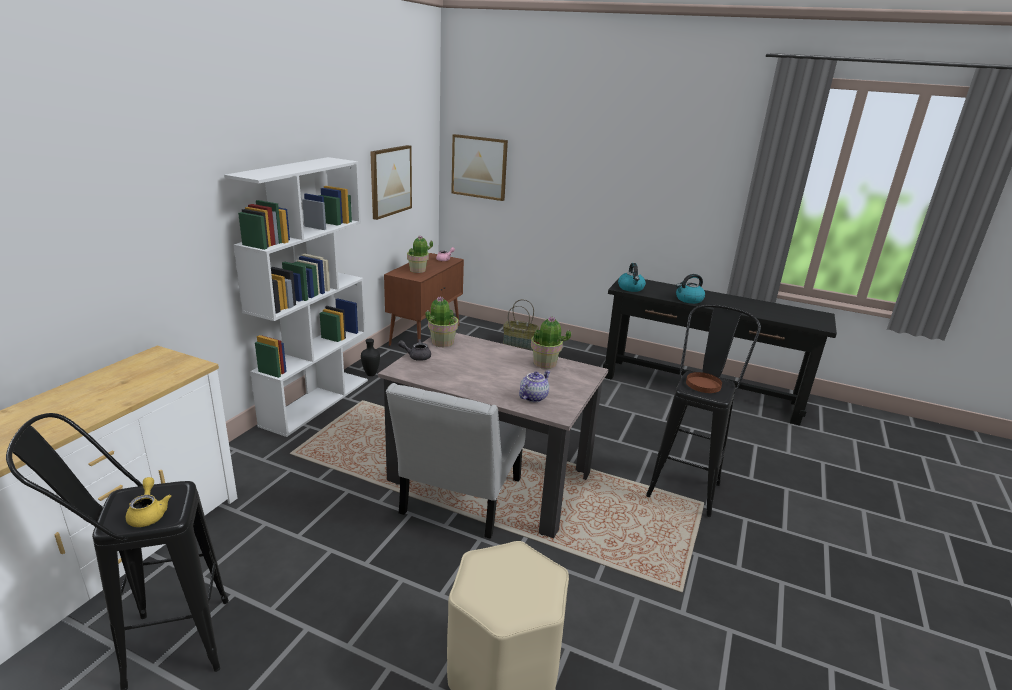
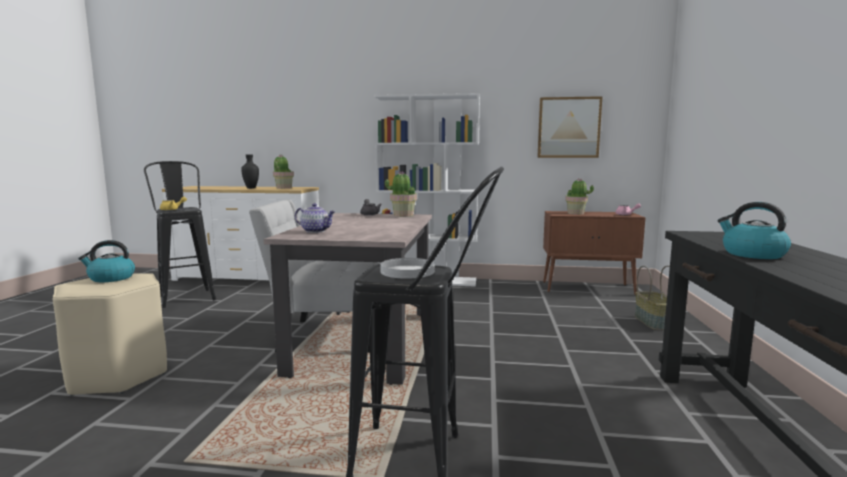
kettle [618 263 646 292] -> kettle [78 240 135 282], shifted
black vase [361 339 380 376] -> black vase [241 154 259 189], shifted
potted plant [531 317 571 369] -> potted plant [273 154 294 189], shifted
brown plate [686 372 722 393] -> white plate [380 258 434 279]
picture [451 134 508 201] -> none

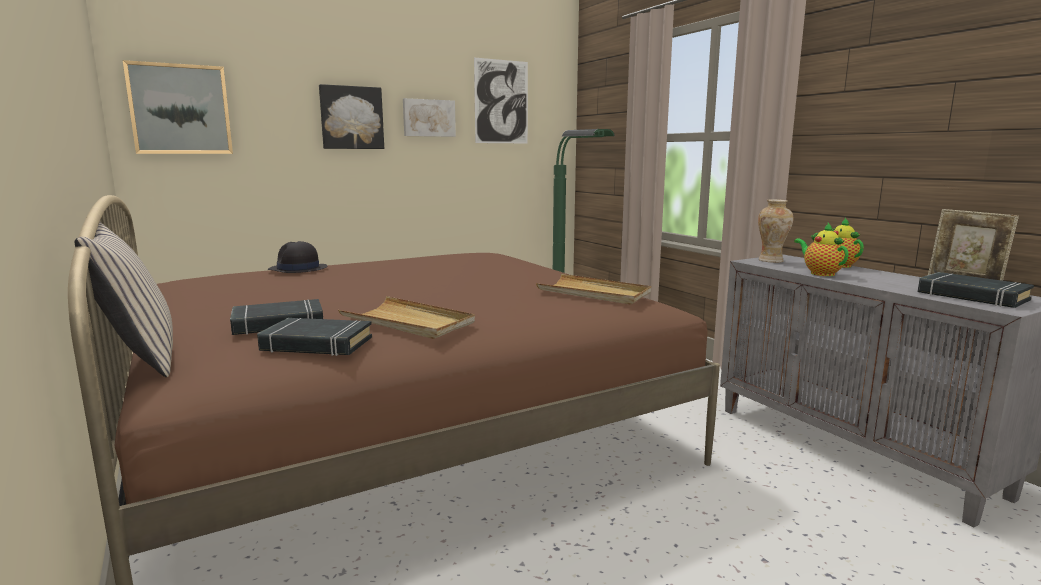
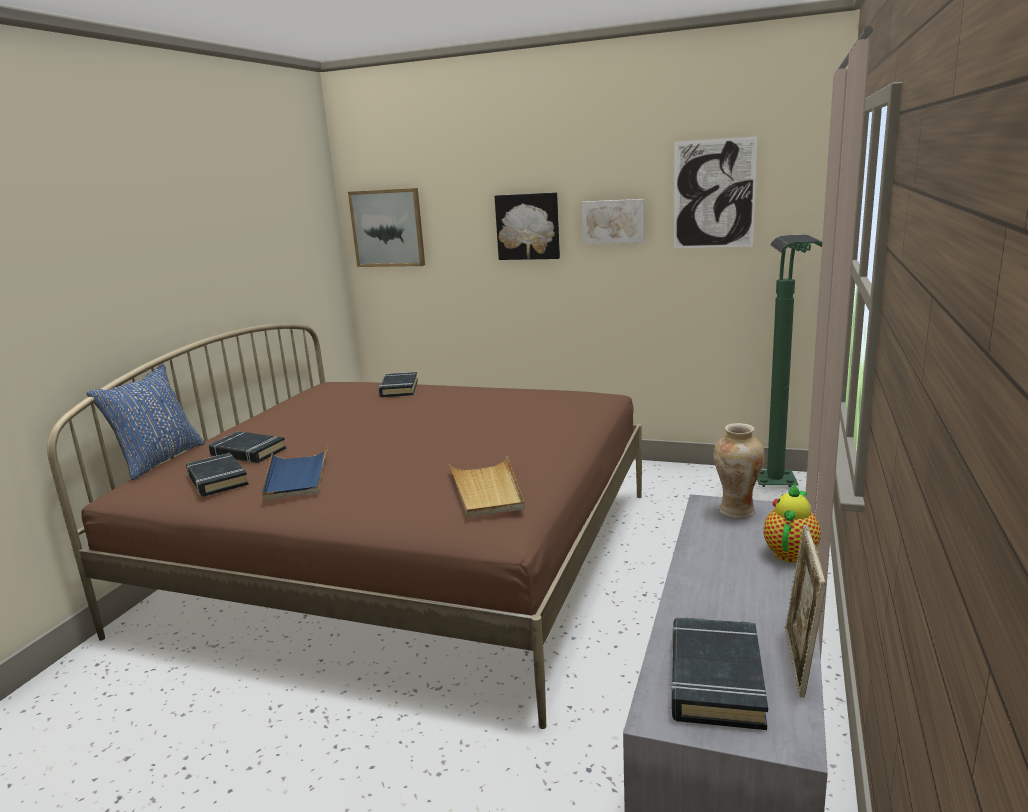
beige pillow [75 222 173 377] -> blue pillow [86 364 205 480]
beige tray [338 296 475 339] -> blue tray [262 446 328 500]
black hat [268 241 327 273] -> black book [379 372 418 397]
teapot [794 223 849 276] -> none

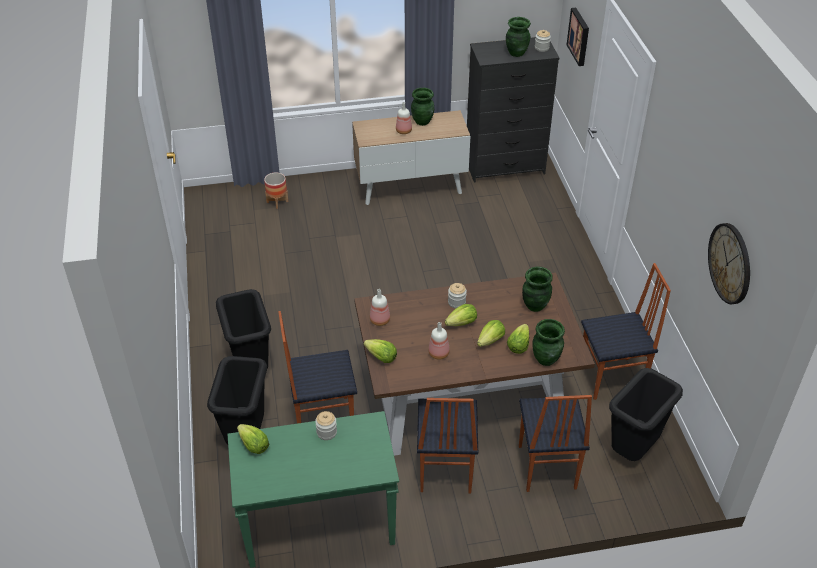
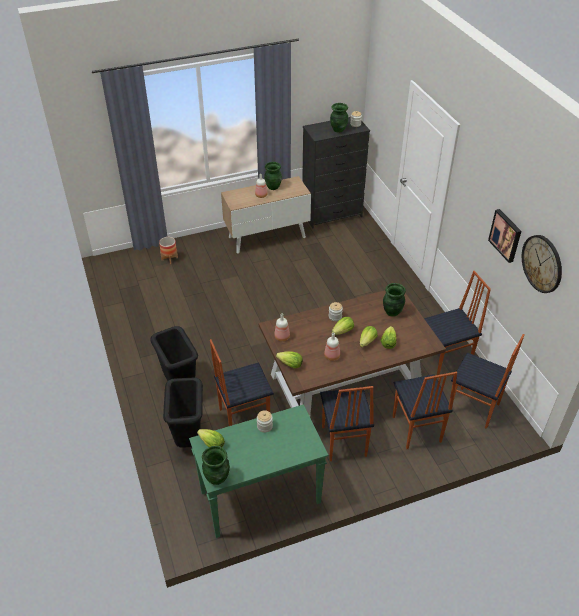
green vase [532 319 565 366] -> green vase [202 446 230 485], shifted
black trash can [609 368 683 461] -> chair [451 334 524 429]
picture [567 8 589 66] -> picture [488 209 521 263], shifted

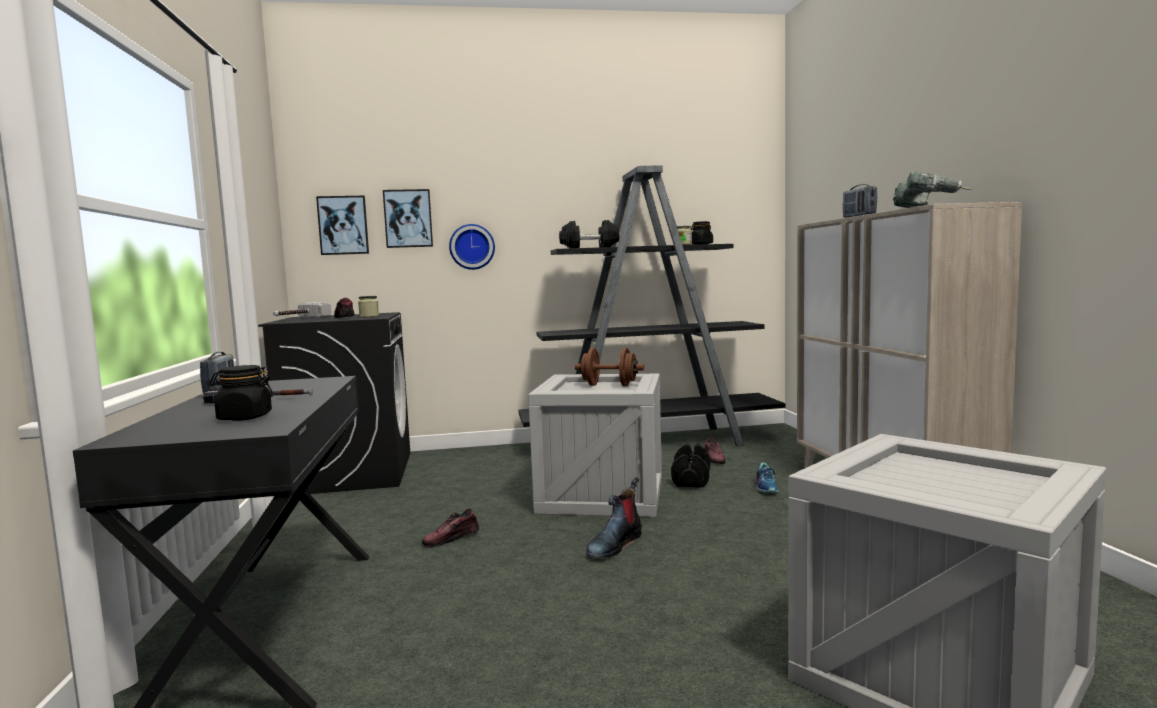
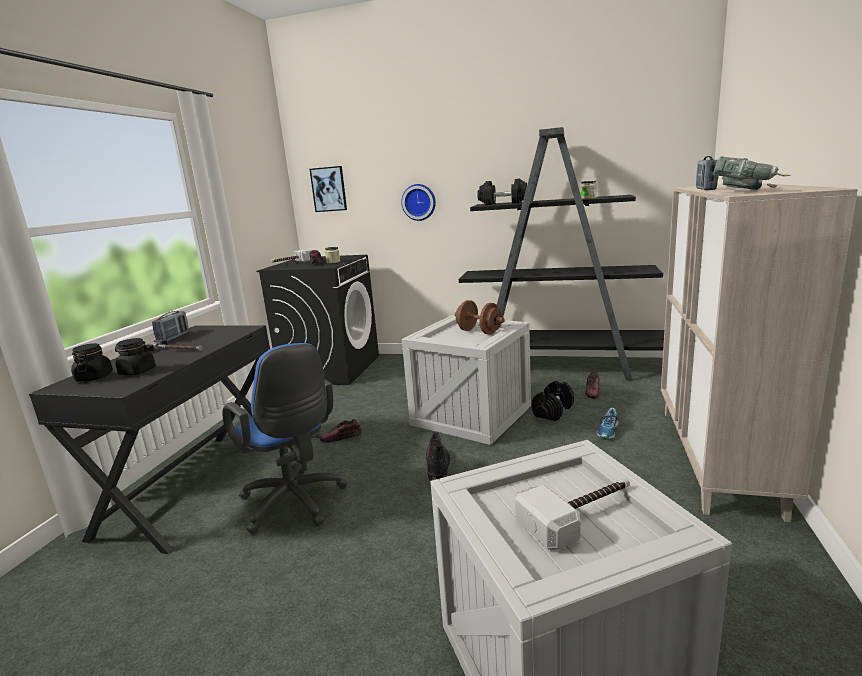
black jar [691 221 713 245] -> black jar [71 343 113 382], shifted
none -> blue office chair [222 343 347 534]
boot [586 477 642 558] -> boot [426 431 450 481], 120 degrees clockwise
none -> hammer [515 479 630 550]
picture [383 189 433 248] -> none

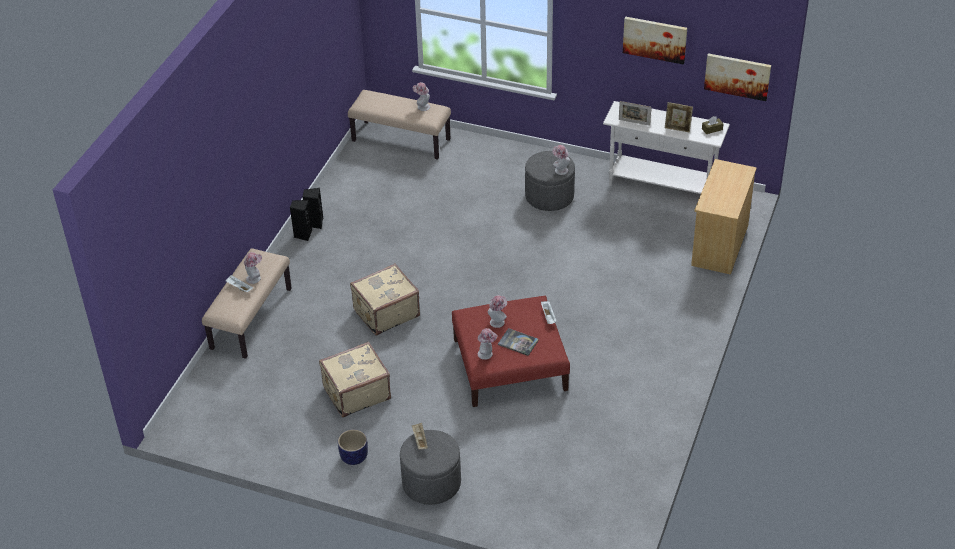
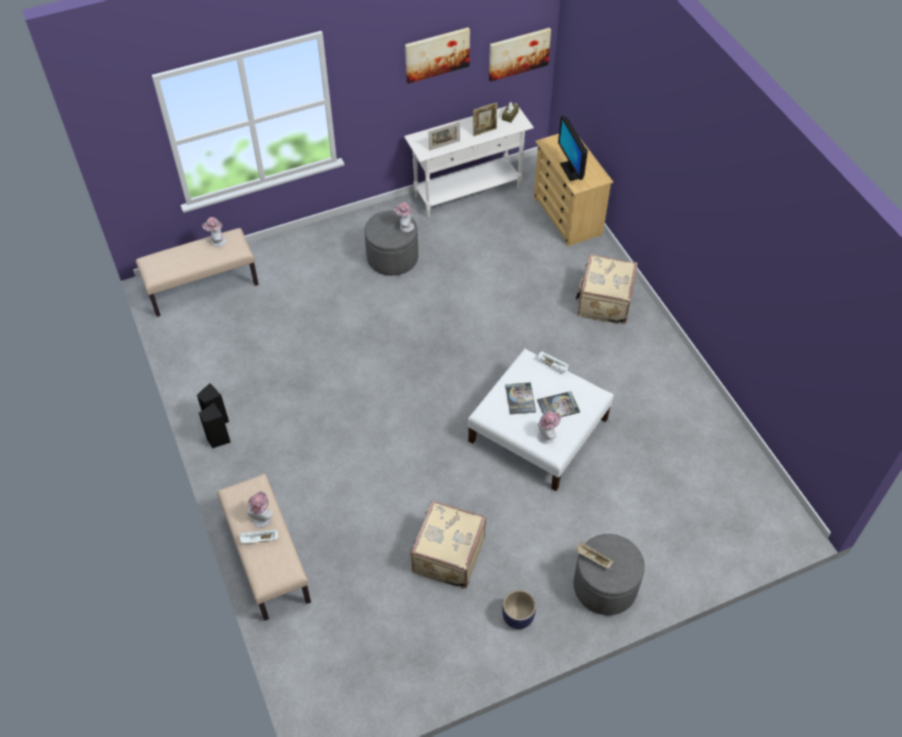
red ottoman [452 296 570 407] -> white ottoman [468 348 614 491]
hat [488 295 507 328] -> book [505 382 536 415]
none -> monitor [558 116 588 181]
beige suitcase [350 264 420 336] -> beige suitcase [576 254 638 324], shifted

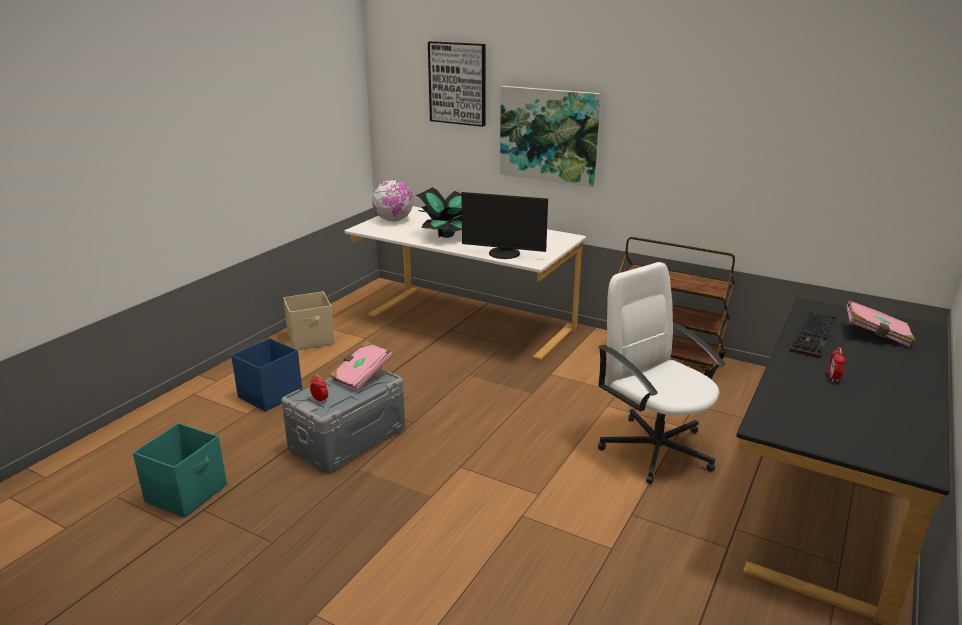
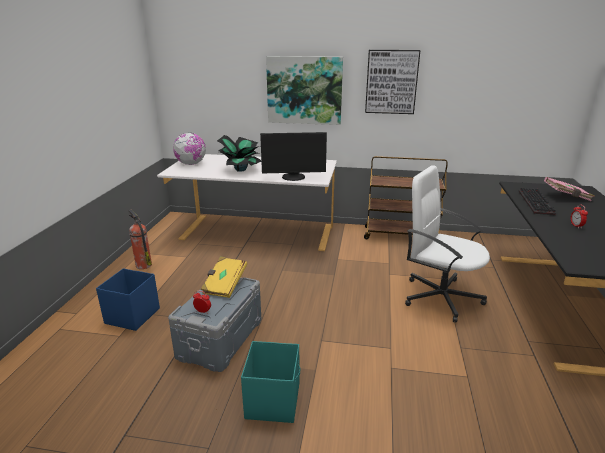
beige storage box [283 291 335 350] -> fire extinguisher [128 209 152 269]
pink book [329 341 393 391] -> yellow book [200 256 247 298]
turquoise storage box [133 423 227 518] -> turquoise storage box [241 341 301 423], shifted
picture [428 41 486 127] -> picture [365 50 421 114], shifted

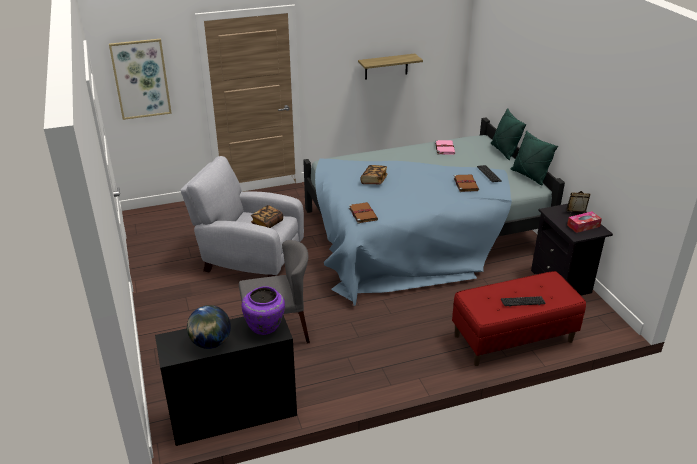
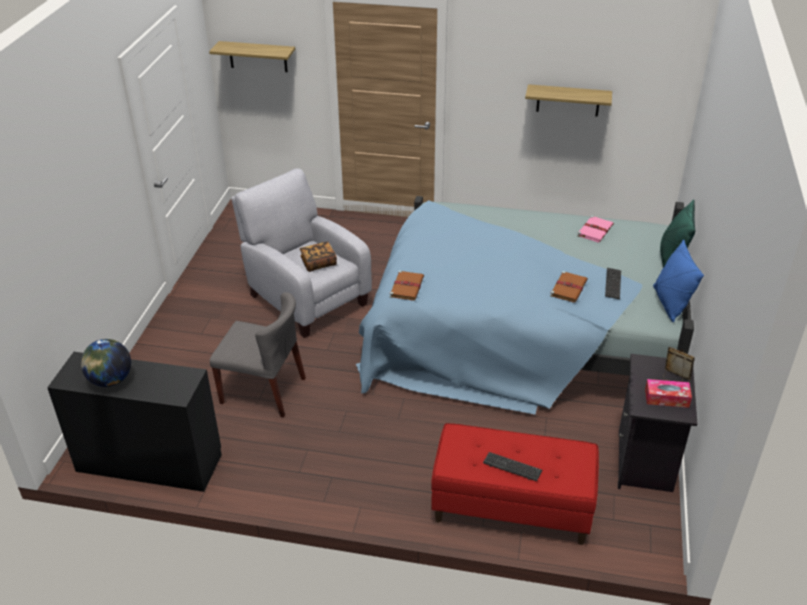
picture [109 39 172 120] -> shelf [209 41 295 72]
green pillow [511 130 558 185] -> blue pillow [653 240 704 322]
purple vase [242 286 285 335] -> none
book [361 165 388 184] -> none

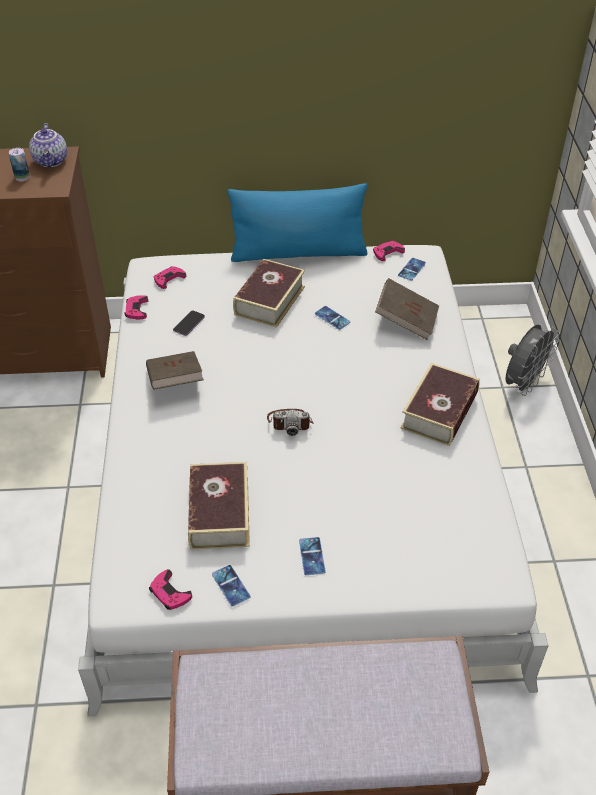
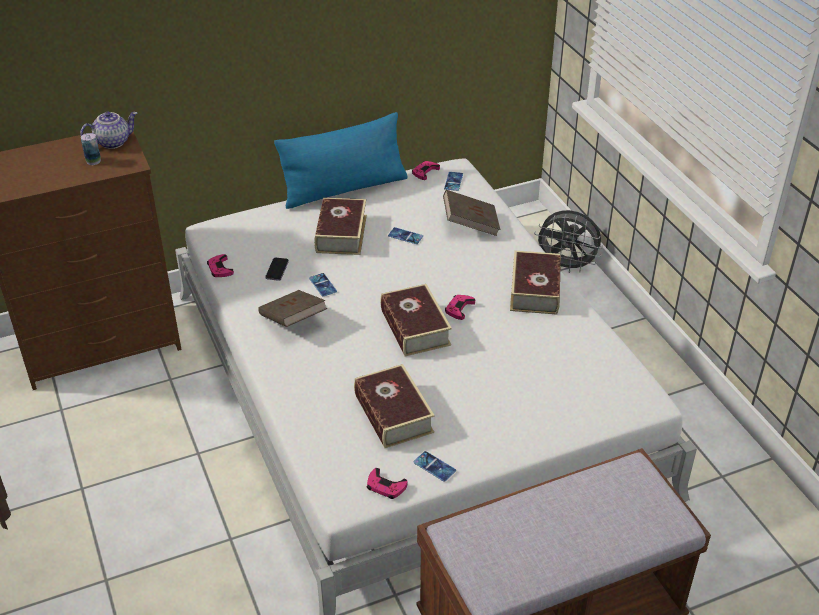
teapot [29 123 67 167] -> teapot [80 111 137 149], 90 degrees counterclockwise
phone [299 537 326 575] -> phone [309 273 337 297], shifted
photo camera [267 409 313 436] -> book [380 284 452 356]
pink game controller [154 266 186 289] -> pink game controller [445 295 475 320], shifted
grey fan [506 324 560 396] -> grey fan [534 210 603 273], 90 degrees clockwise

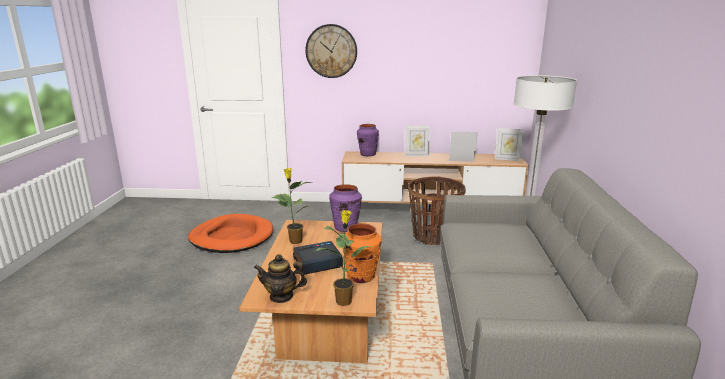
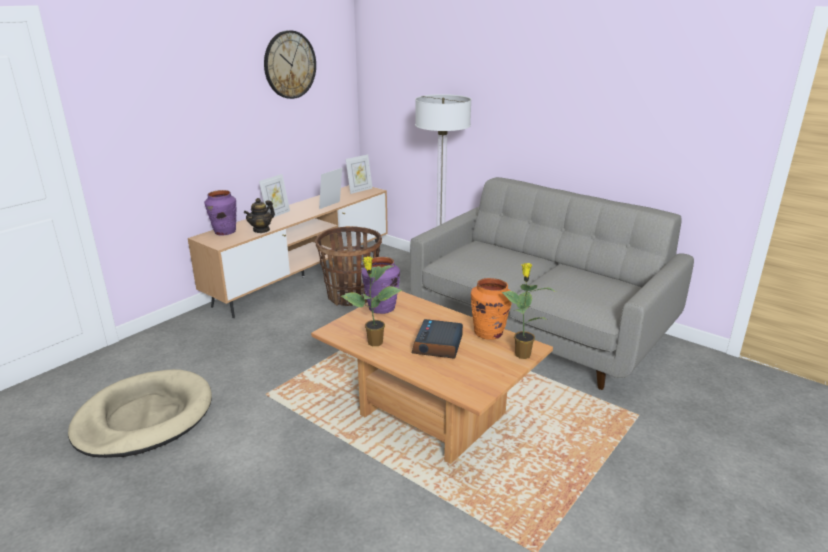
orange dog bed [188 214 273 253] -> beige dog bed [68 369 212 458]
teapot [254 254 307 303] -> teapot [244 198 275 233], shifted
wall clock [305 24 357 78] -> wall clock [264 30 316 99], shifted

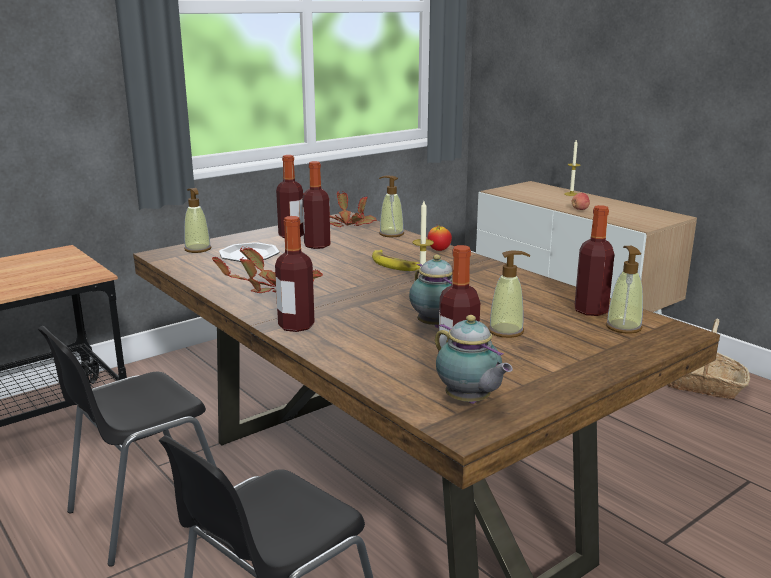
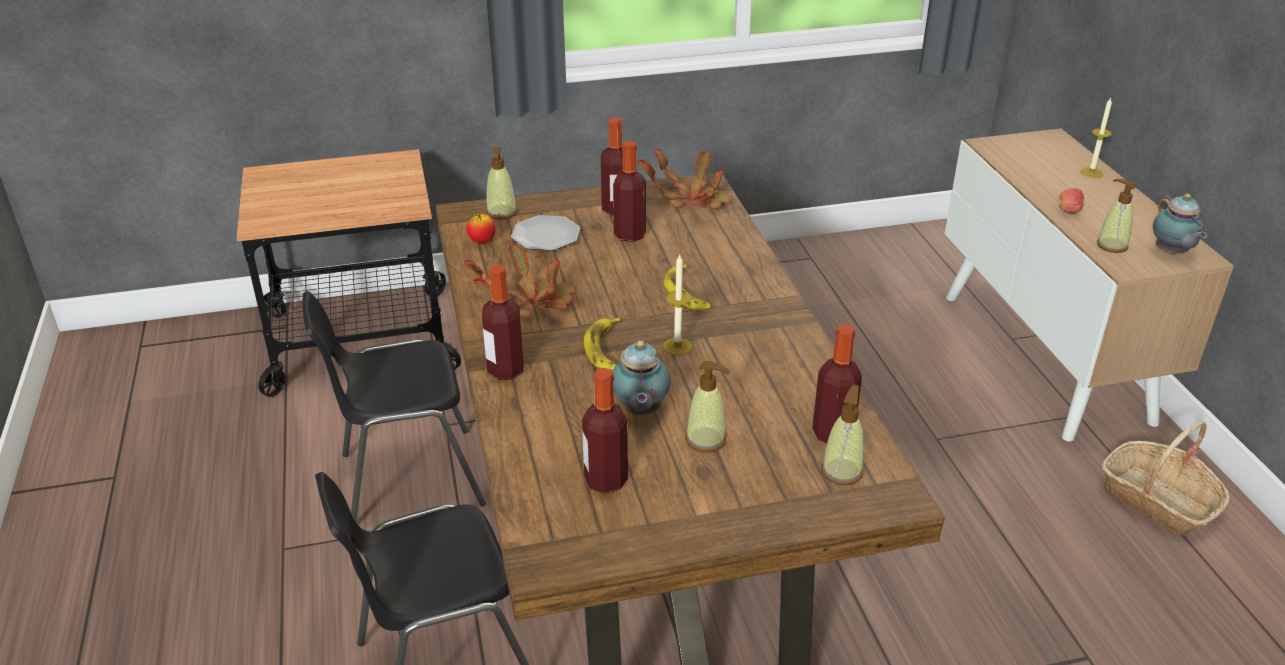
apple [427 225 452 251] -> apple [466 213 496 243], shifted
none -> banana [584 318 620 370]
soap dispenser [379 176 404 237] -> soap dispenser [1097 179 1137 253], shifted
teapot [435 315 513 404] -> teapot [1153 194 1207 255], shifted

